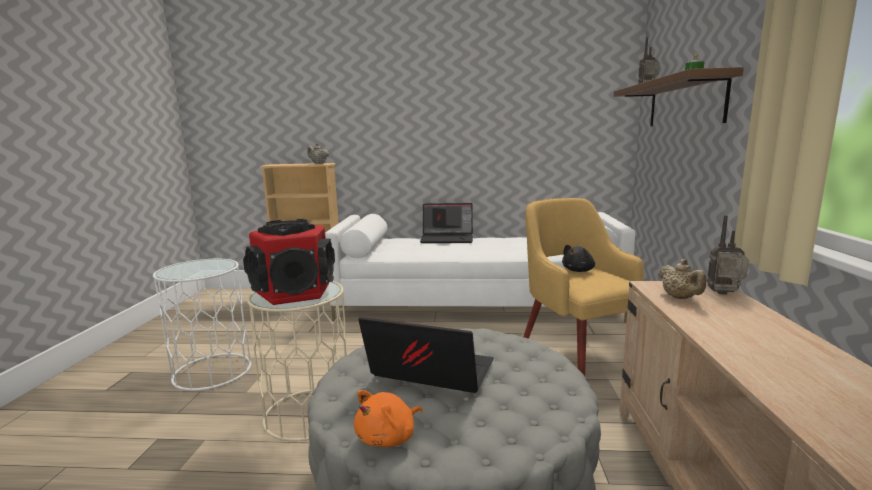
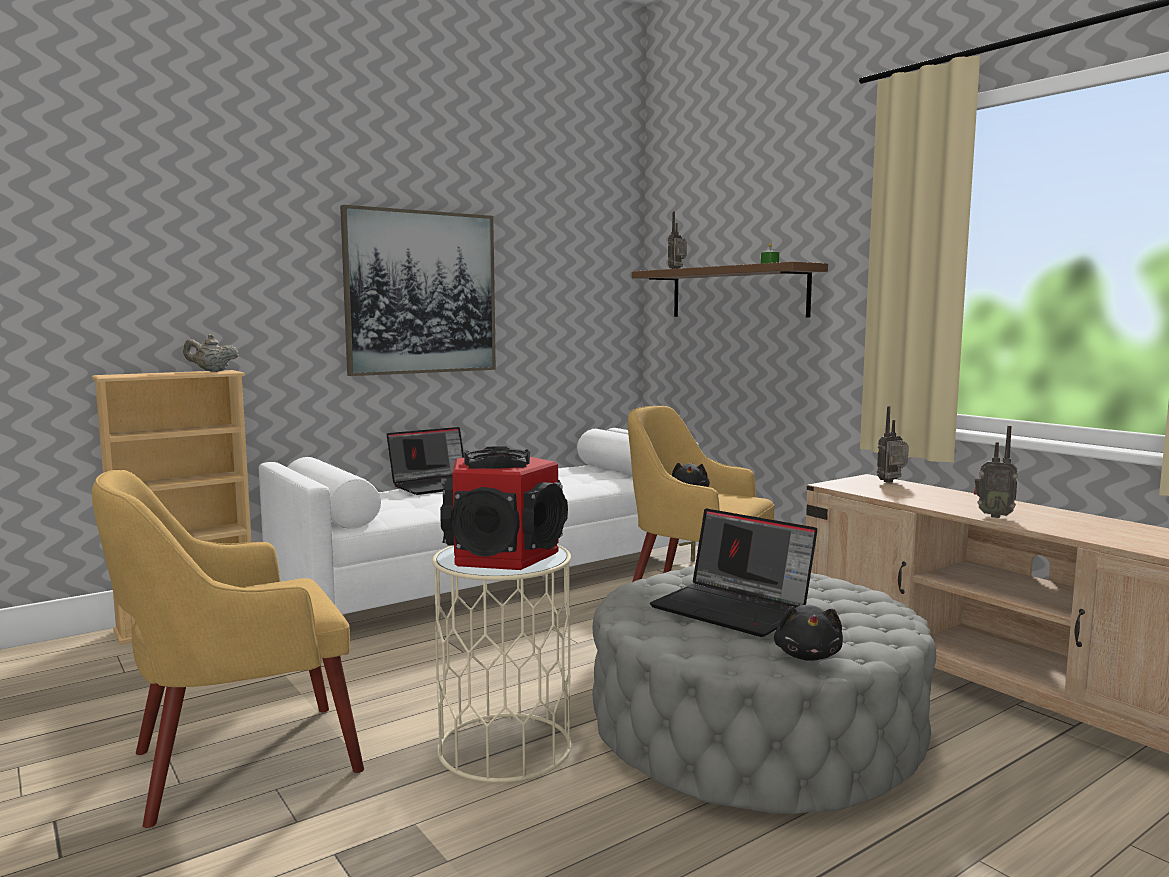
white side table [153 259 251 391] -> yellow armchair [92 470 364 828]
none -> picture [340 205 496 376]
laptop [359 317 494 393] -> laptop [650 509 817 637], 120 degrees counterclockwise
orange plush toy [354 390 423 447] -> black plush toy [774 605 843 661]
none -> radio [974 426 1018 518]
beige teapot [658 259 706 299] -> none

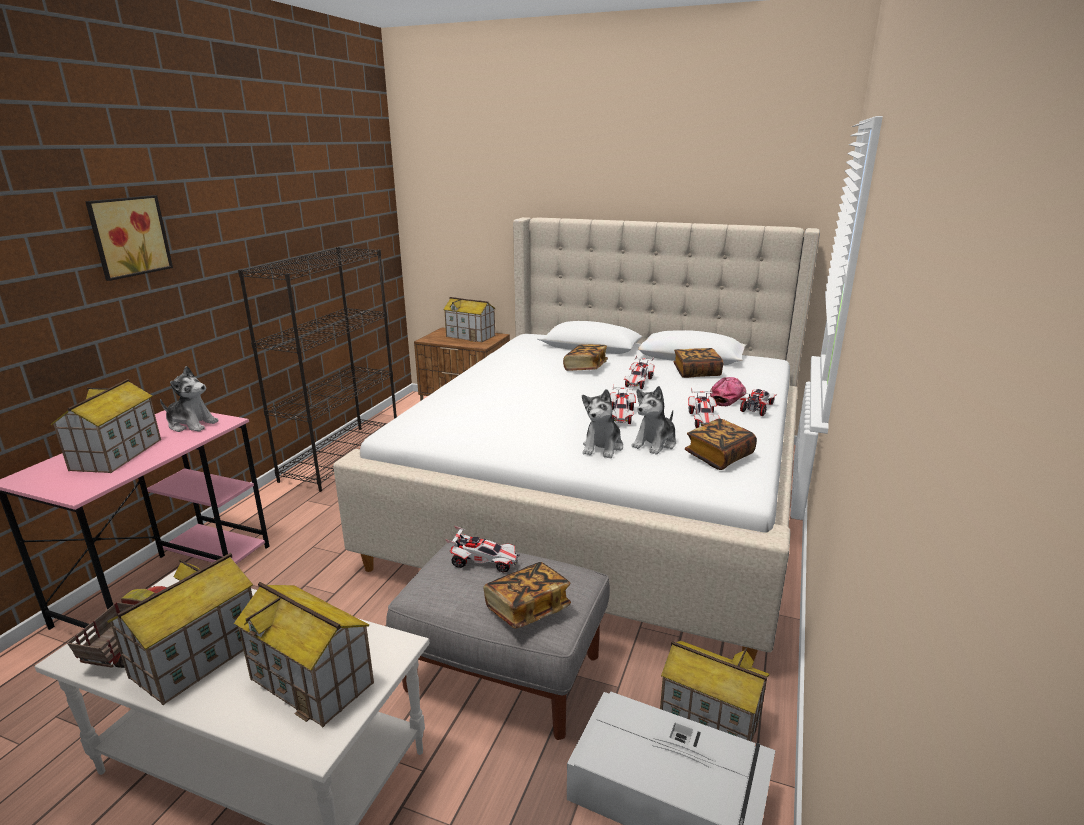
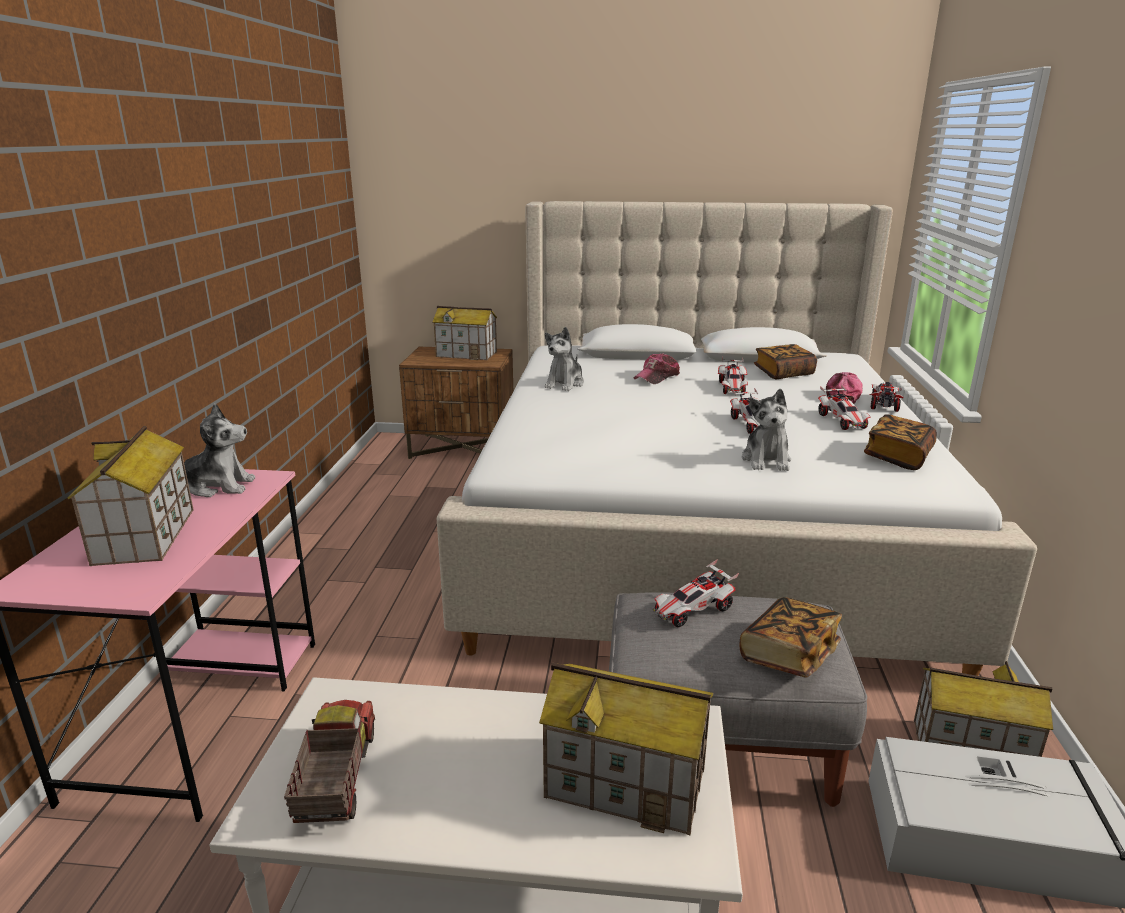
plush toy [631 386 676 455] -> plush toy [544 327 584 391], shifted
book [563 344 608 371] -> cap [633 353 680 384]
toy car [445 526 520 573] -> toy car [653 560 739 627], 150 degrees clockwise
picture [85 195 173 281] -> none
toy house [107 553 253 705] -> none
black bookcase [238 247 397 492] -> none

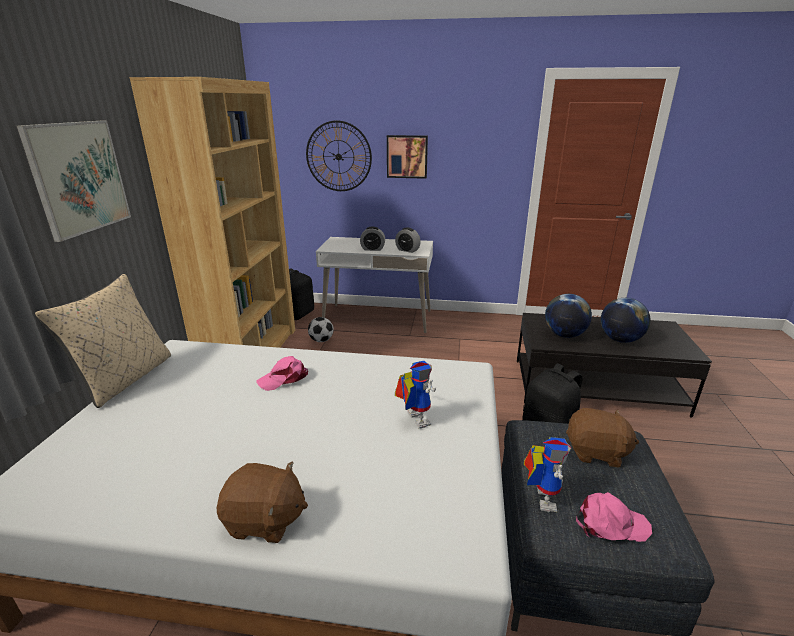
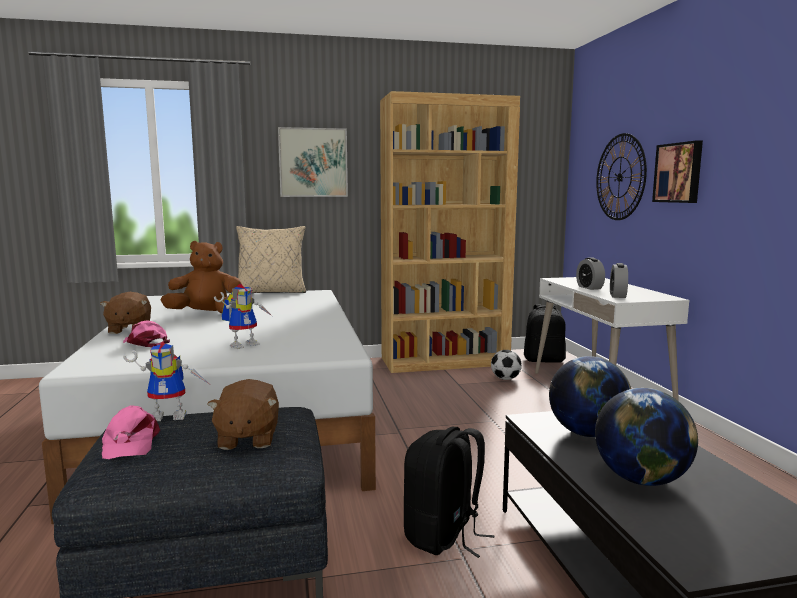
pink cap [256 356 308 391] -> pink cap [123 321 170 347], shifted
none -> brown plush toy [161 241 242 313]

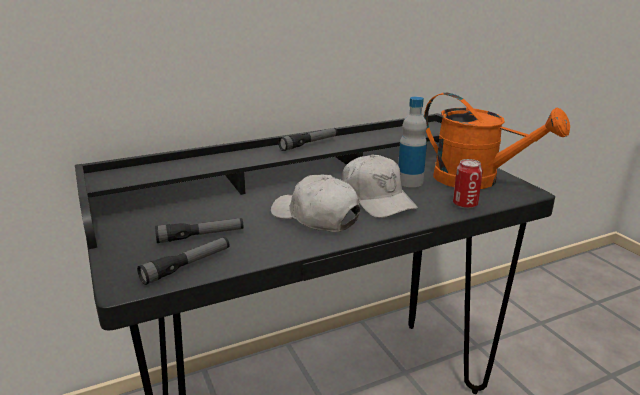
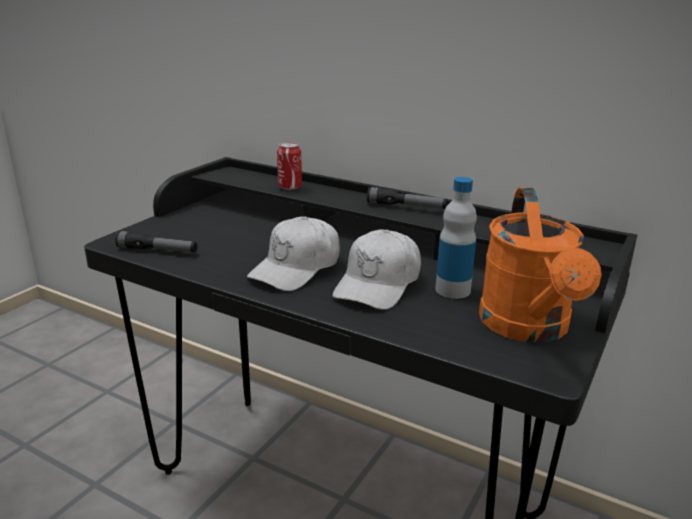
white cap [271 175 360 232] -> white cap [247 216 340 291], 150 degrees counterclockwise
can [453 159 483 209] -> can [277 142 302 190], shifted
flashlight [155 218 244 243] -> none

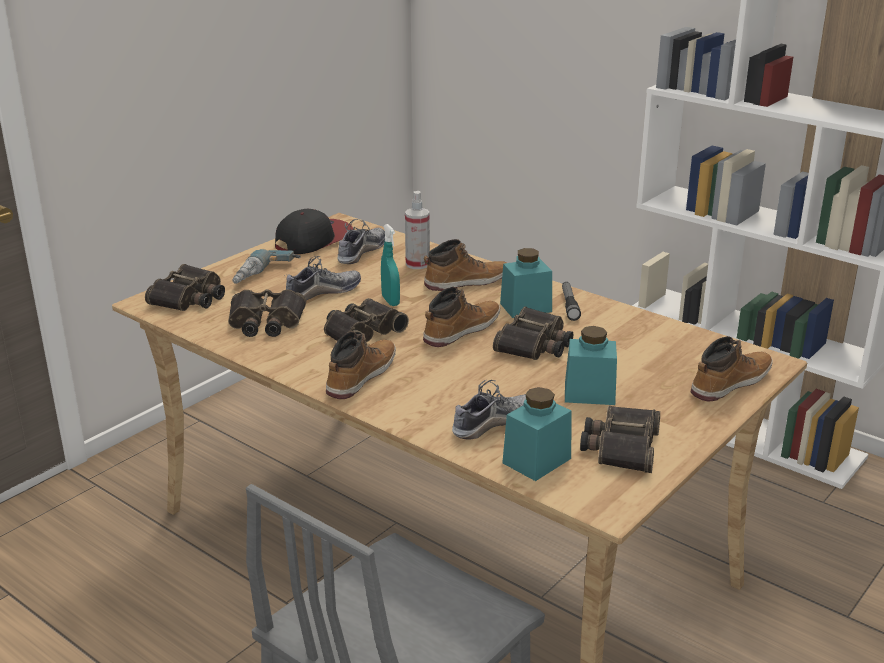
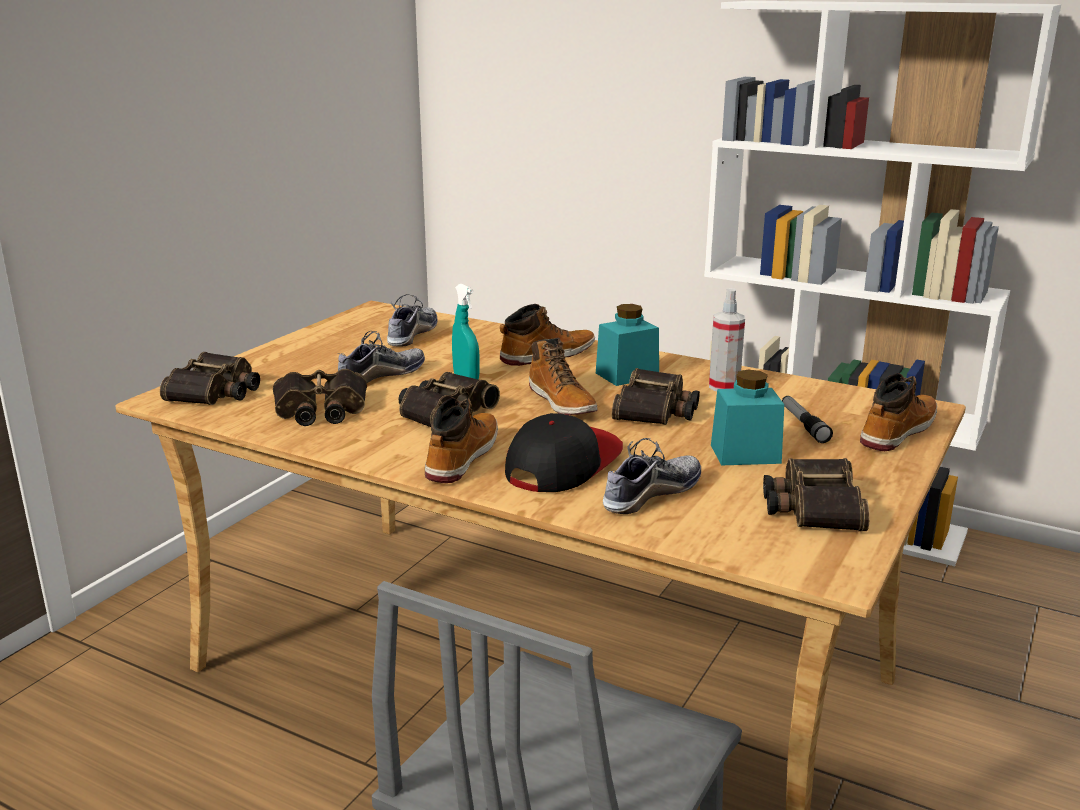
cap [275 209 353 254] -> cap [505 413 623 492], shifted
boot [423 287 500 347] -> boot [529 338 598 415], 120 degrees clockwise
spray bottle [405 191 430 269] -> spray bottle [709 288 745 391], shifted
flashlight [562 282 581 321] -> flashlight [782 396 833 443], shifted
power drill [233 249 301 284] -> none
turquoise jar [502 387 572 481] -> none

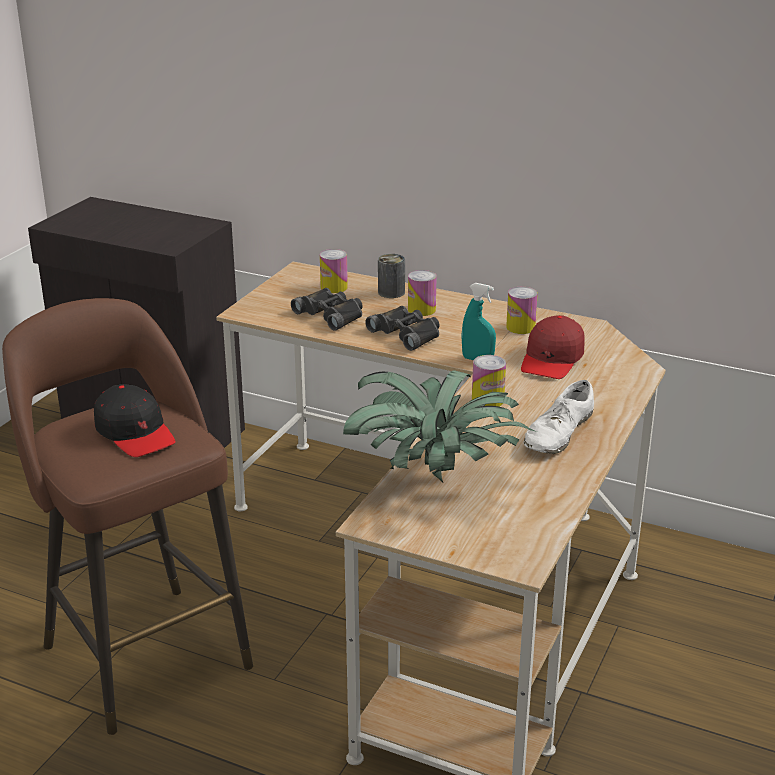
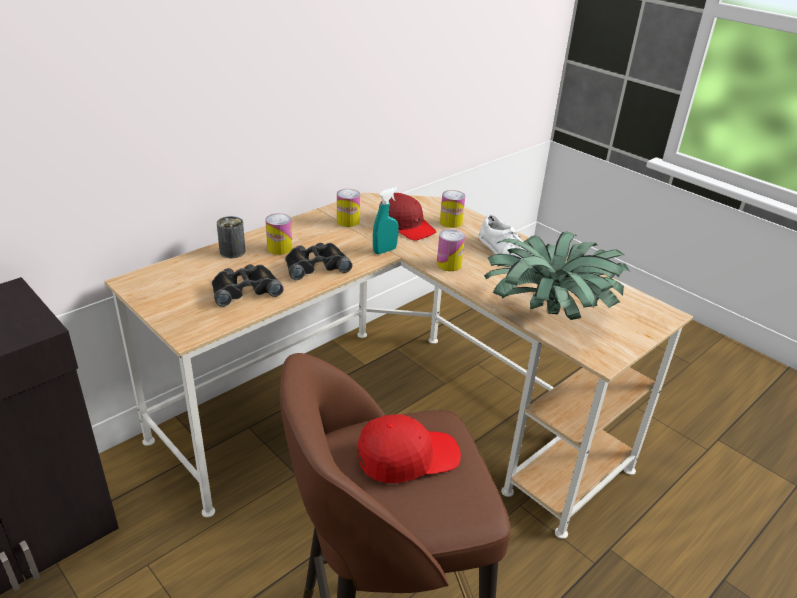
black cap [94 384 175 457] -> red cap [358 414 461 483]
can [320 249 348 293] -> can [440 190 465 228], shifted

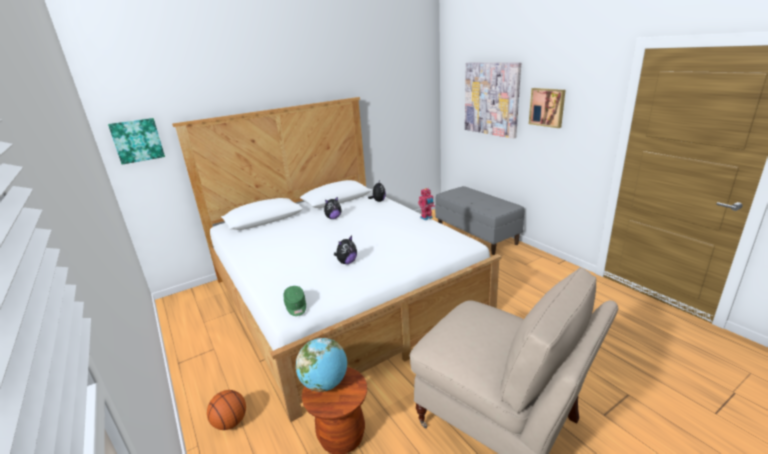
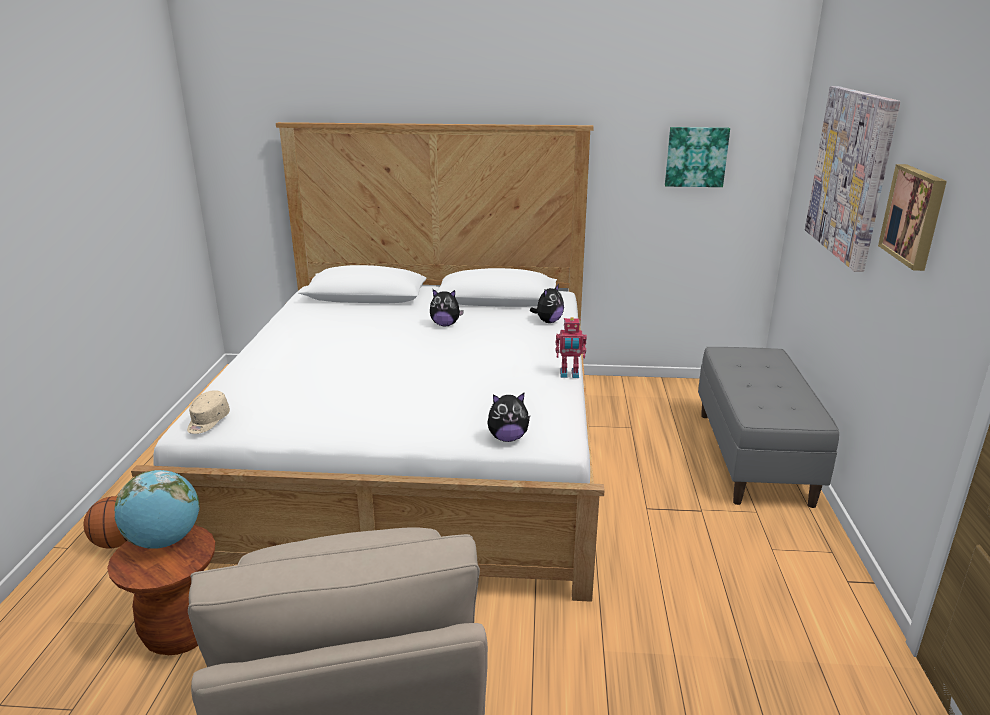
green cap [284 286 306 316] -> beige cap [187 390 230 434]
plush toy [334 236 357 264] -> plush toy [488 393 530 442], shifted
picture [108 118 165 165] -> picture [665 127 730 187], shifted

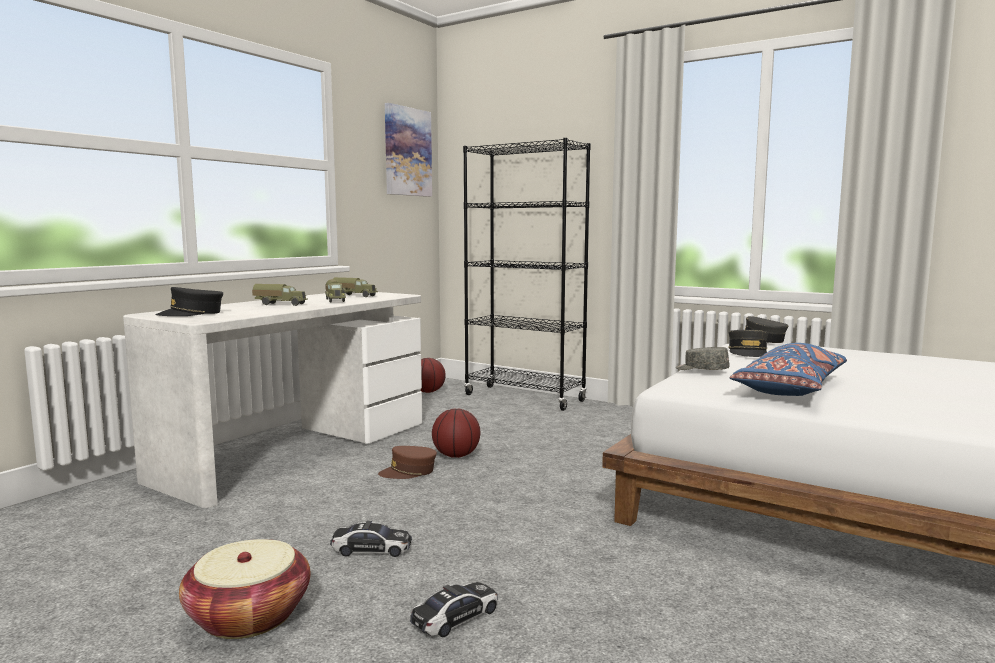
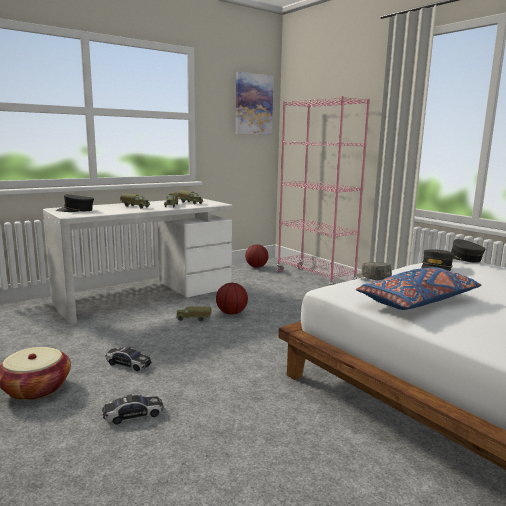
brown cap [378 446 437 479] -> toy truck [176 306 211 321]
black bookcase [463 138 591 411] -> pink bookcase [277 96 370 285]

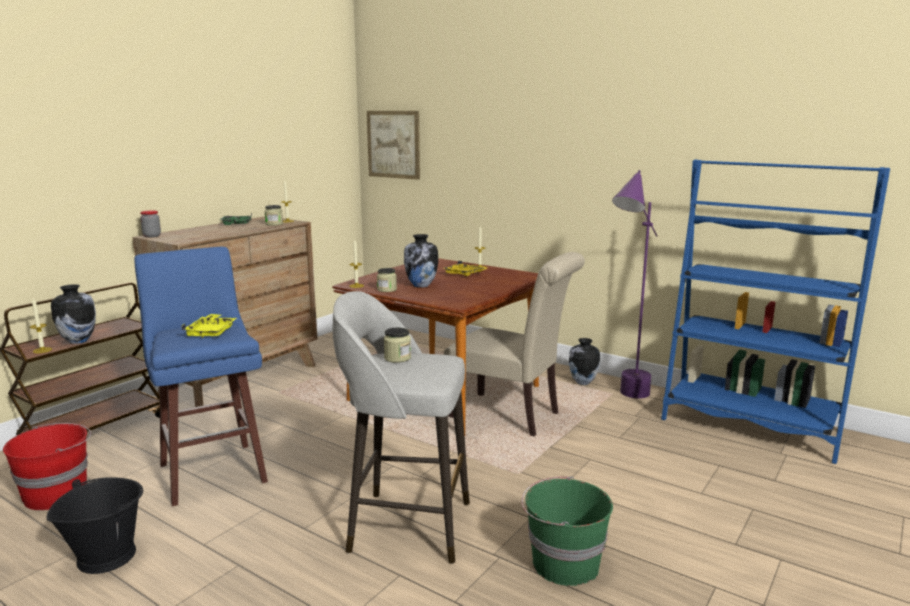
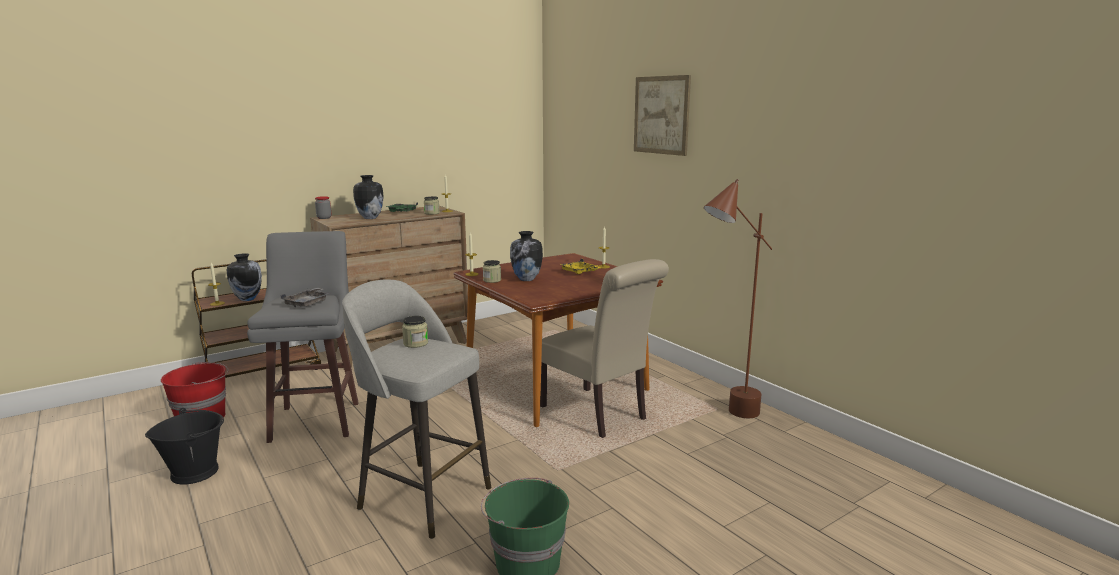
blue stool [134 247 268 506] -> grey stool [247 231 359 443]
yellow tray [181 314 237 338] -> grey tray [280 288 330 307]
vase [569 338 600 385] -> vase [353 175 384 219], shifted
picture [367 111 420 180] -> picture [634 75 691 156], shifted
purple floor lamp [612 170 657 398] -> brown floor lamp [704 179 772 418]
blue bookcase [661 160 890 464] -> none

